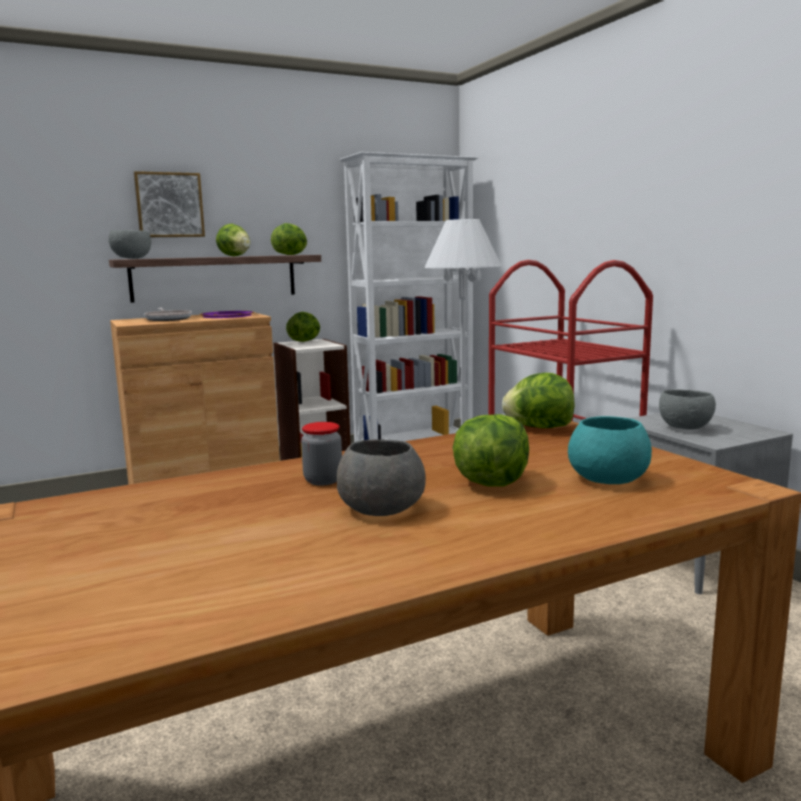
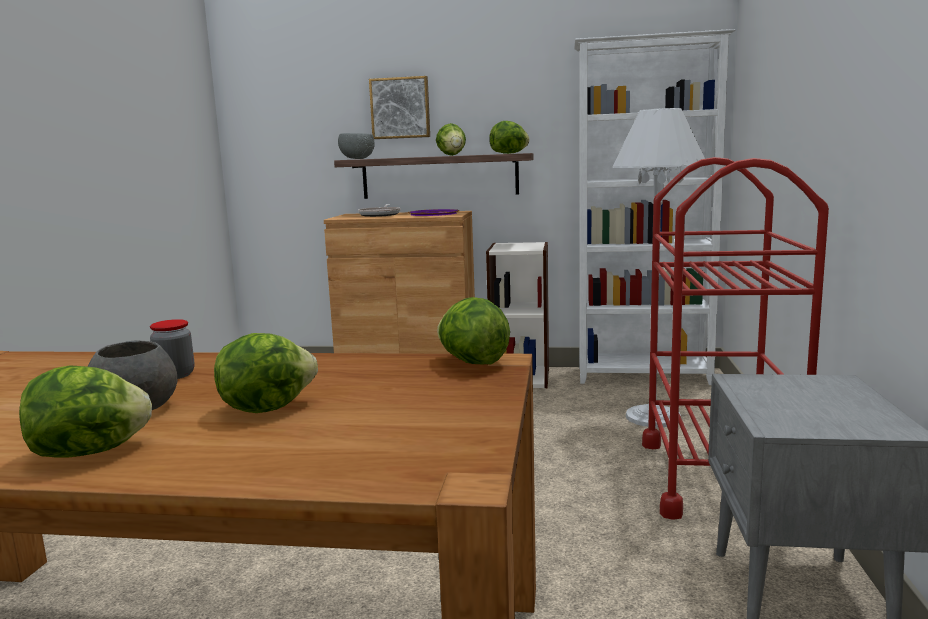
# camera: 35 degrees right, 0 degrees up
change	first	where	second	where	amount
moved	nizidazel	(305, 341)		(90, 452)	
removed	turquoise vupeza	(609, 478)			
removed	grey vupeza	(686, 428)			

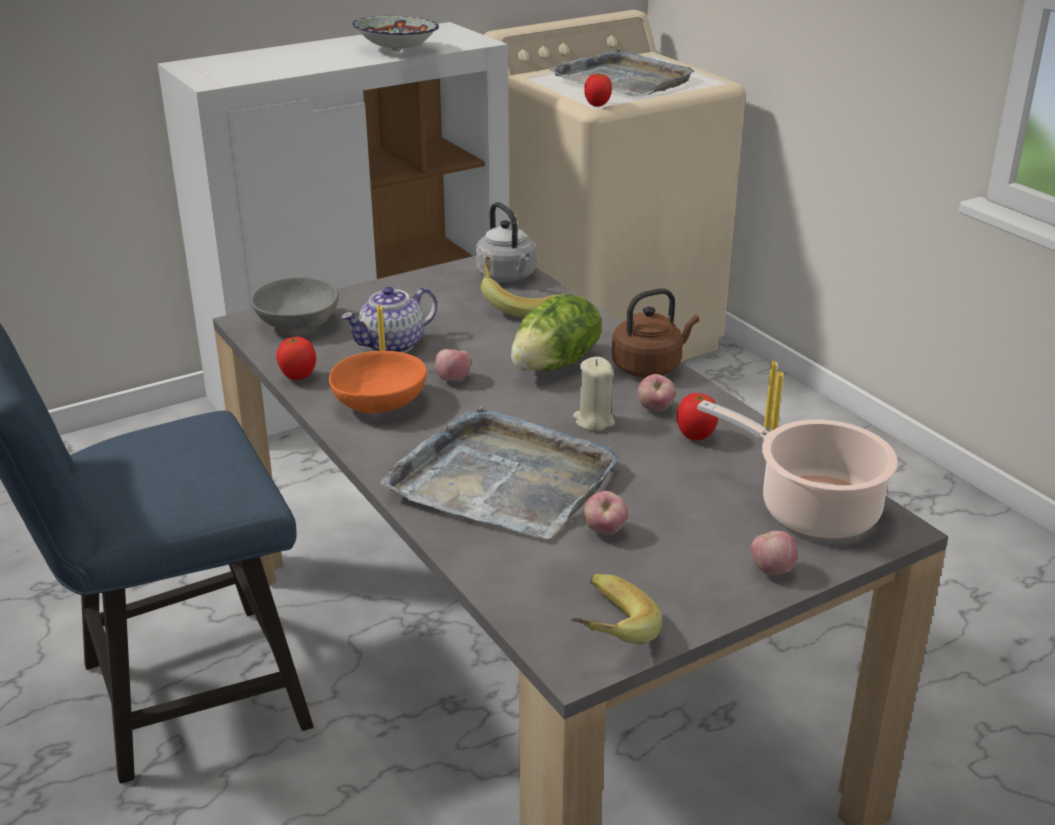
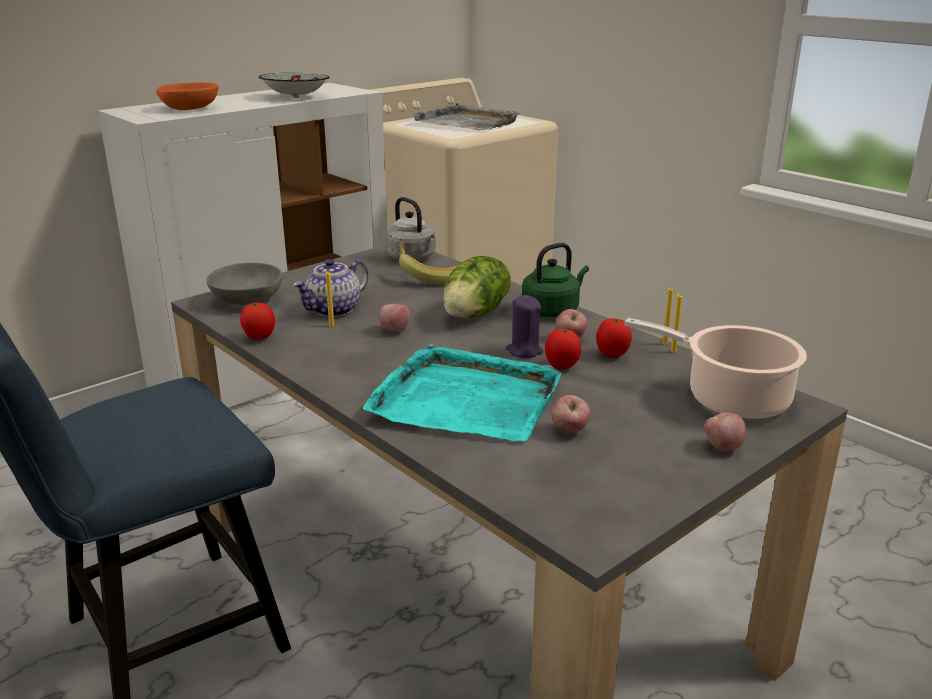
# camera: 10 degrees left, 5 degrees down
change	first	where	second	where	amount
moved	orange vupeza	(379, 402)		(189, 108)	
recoloured	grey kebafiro	(503, 480)	turquoise kebafiro	(466, 400)	
recoloured	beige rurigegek	(594, 421)	purple rurigegek	(524, 351)	
recoloured	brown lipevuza	(650, 367)	green lipevuza	(552, 310)	
moved	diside	(597, 105)		(561, 367)	
removed	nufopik	(602, 633)			

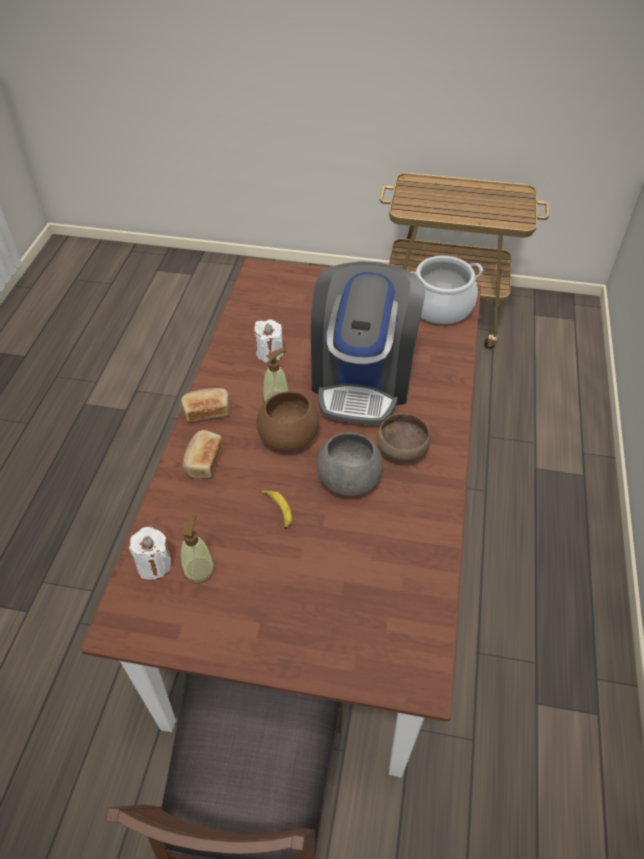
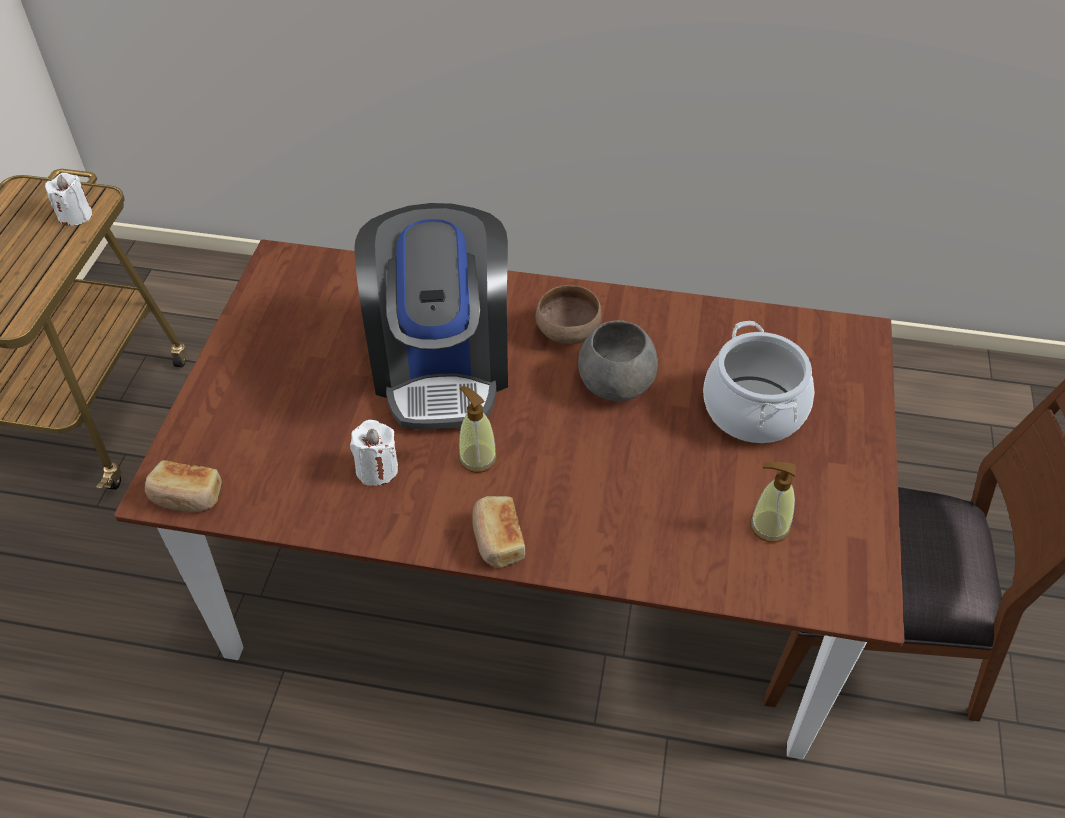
# camera: 90 degrees left, 0 degrees up
change	first	where	second	where	amount
moved	white rurigegek	(154, 564)		(75, 215)	
moved	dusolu	(203, 461)		(187, 497)	
turned	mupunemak	(362, 379)		(441, 365)	75 degrees clockwise
moved	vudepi	(440, 307)		(753, 410)	
removed	brown vupeza	(289, 436)			
removed	nufopik	(277, 510)			

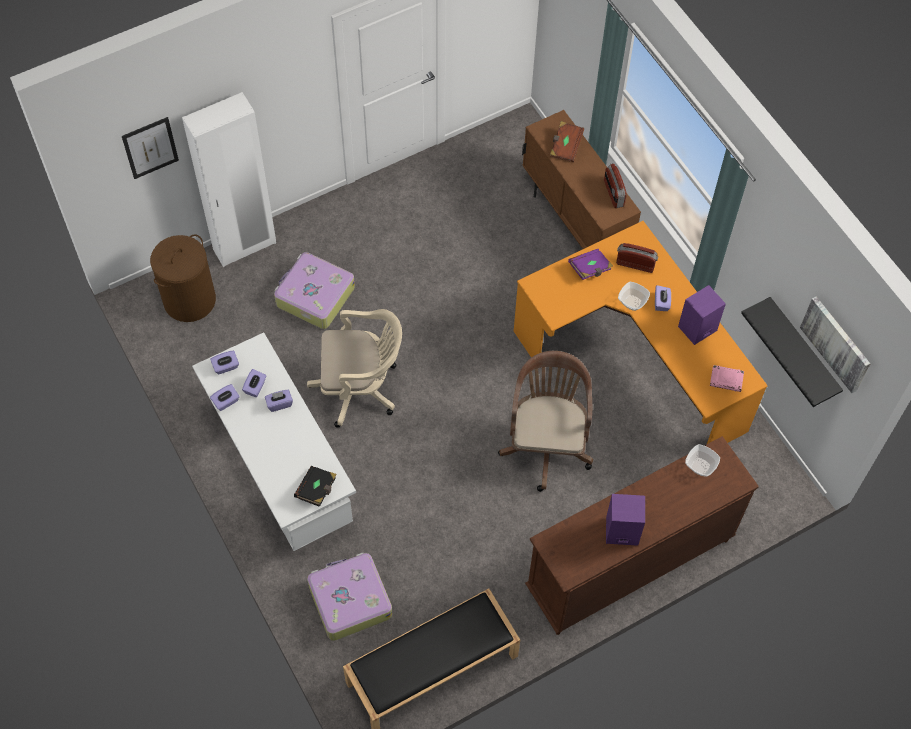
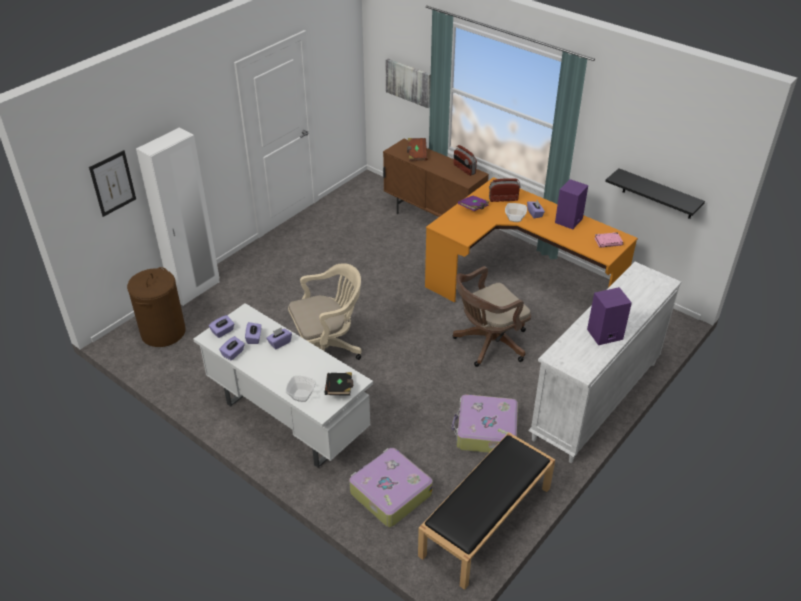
# camera: 20 degrees left, 20 degrees down
change	first	where	second	where	amount
moved	vupeza	(700, 466)		(302, 395)	
moved	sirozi	(836, 343)		(409, 82)	
moved	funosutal	(314, 296)		(485, 431)	
turned	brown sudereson	(546, 443)		(487, 344)	105 degrees counterclockwise
recoloured	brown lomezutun	(628, 565)	white lomezutun	(595, 401)	

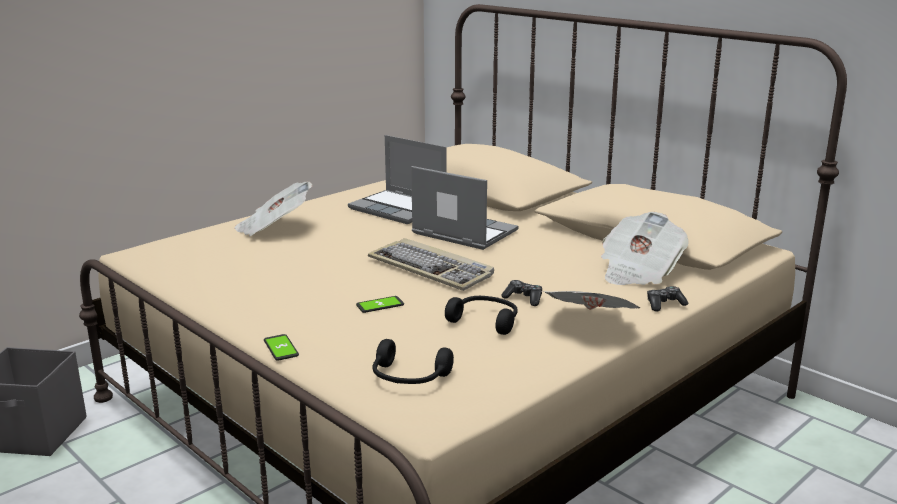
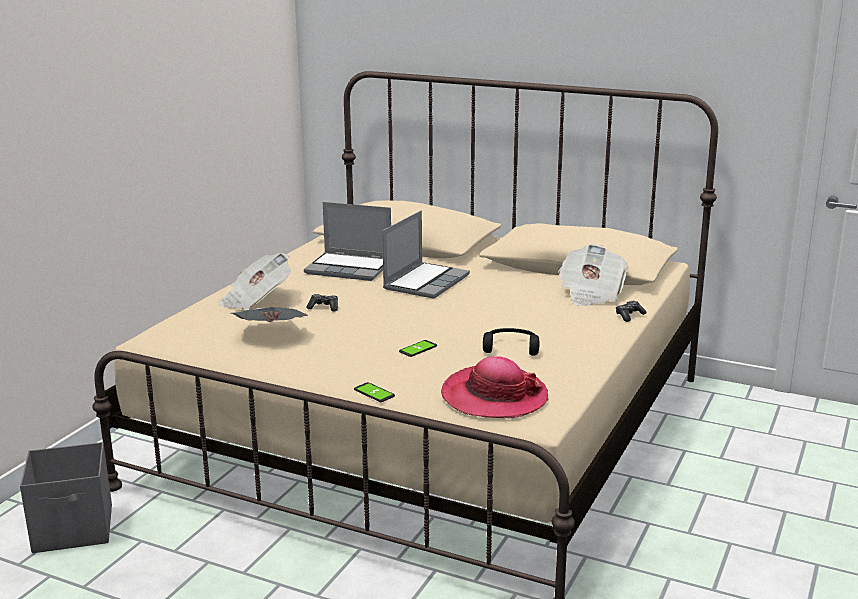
# camera: 20 degrees left, 0 degrees up
change	first	where	second	where	amount
moved	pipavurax	(590, 324)		(271, 334)	
moved	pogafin	(524, 298)		(324, 307)	
turned	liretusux	(462, 233)		(426, 282)	105 degrees clockwise
replaced	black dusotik	(408, 378)	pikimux	(494, 397)	
removed	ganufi	(432, 268)			

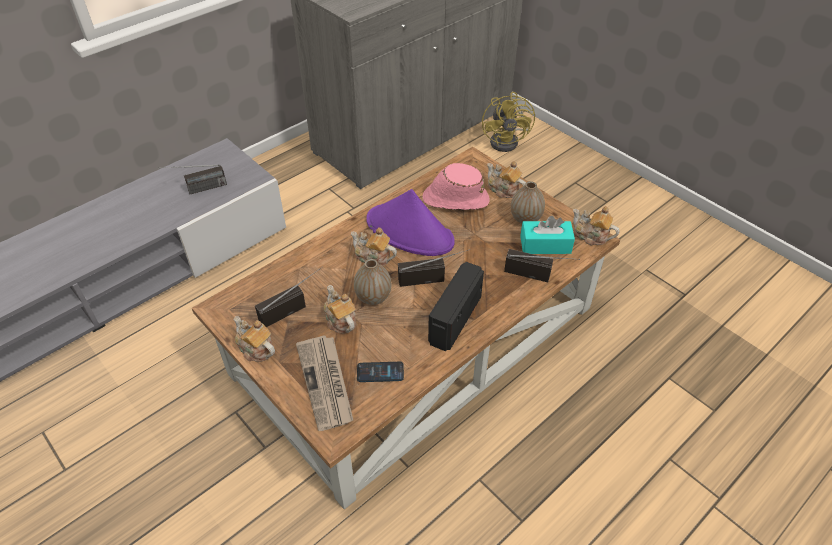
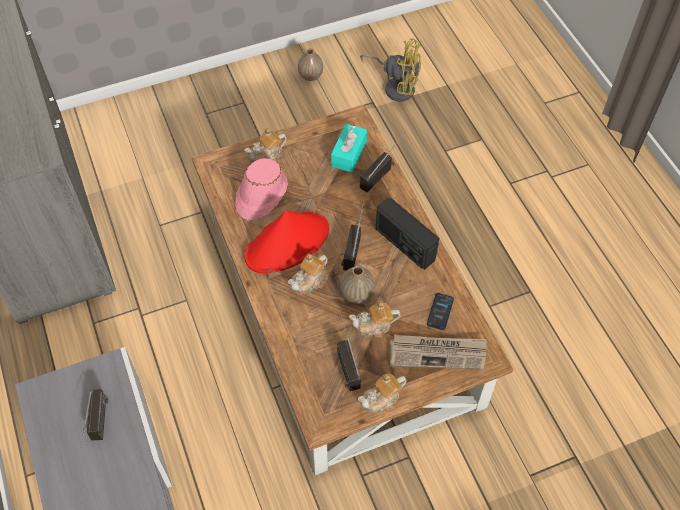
# camera: 70 degrees left, 10 degrees up
change	first	where	second	where	amount
recoloured	purple pikimux	(410, 231)	red pikimux	(287, 243)	
moved	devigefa	(525, 219)		(310, 76)	
moved	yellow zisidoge	(508, 141)		(396, 86)	
removed	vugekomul	(591, 236)			

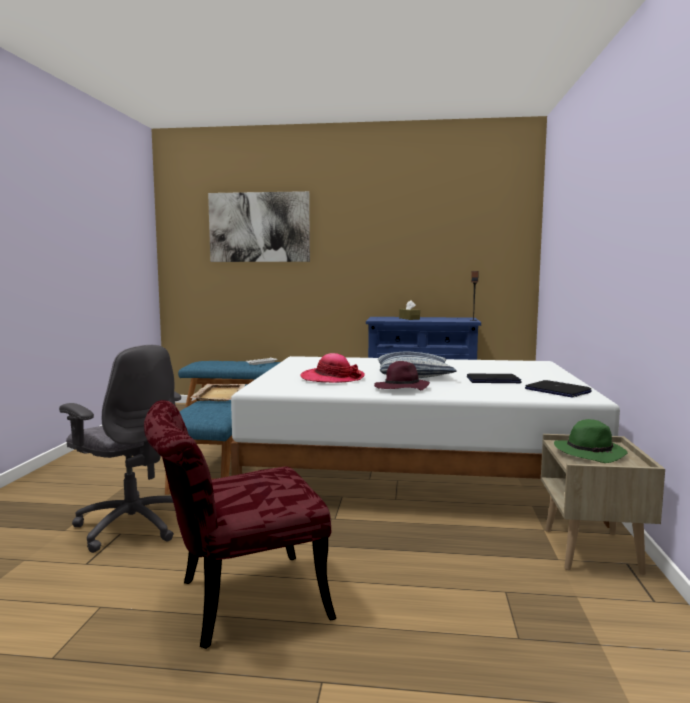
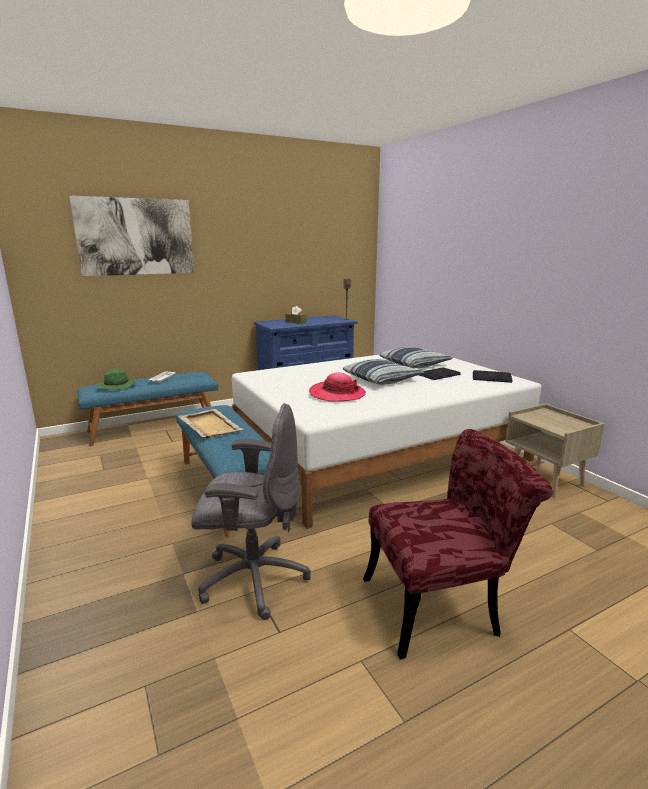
# camera: 35 degrees left, 10 degrees up
change	first	where	second	where	amount
moved	green pikimux	(590, 453)		(117, 386)	
turned	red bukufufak	(236, 603)		(442, 604)	135 degrees counterclockwise
added			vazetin	(414, 364)	
removed	purple pikimux	(401, 389)			

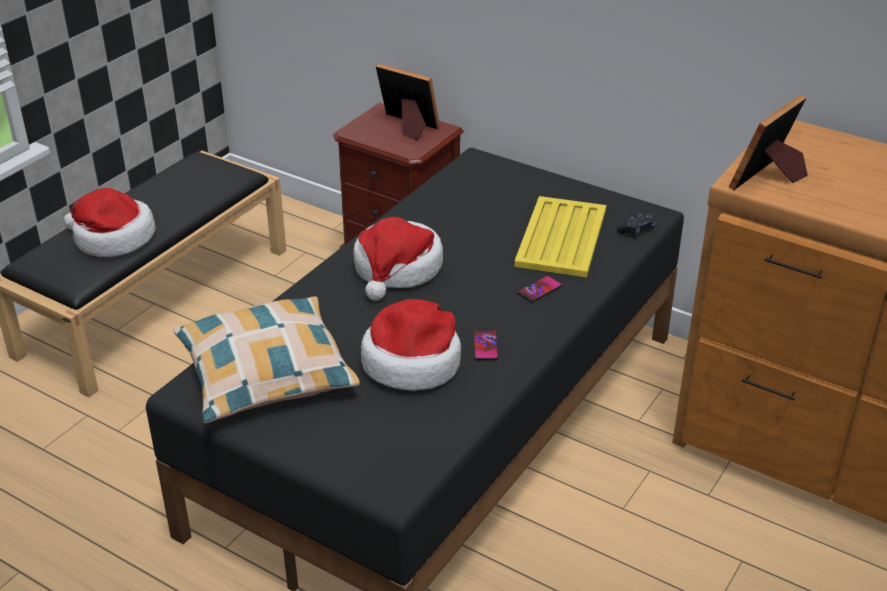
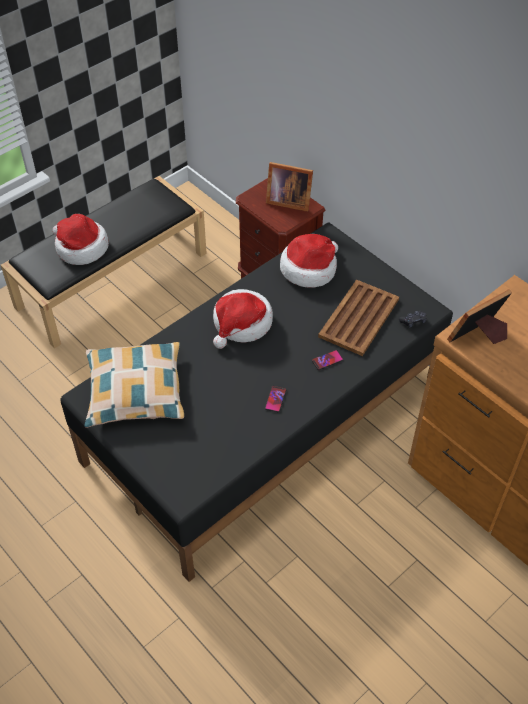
# camera: 15 degrees right, 15 degrees up
change	first	where	second	where	amount
turned	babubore	(408, 127)		(287, 200)	150 degrees clockwise
moved	pikimux	(413, 362)		(309, 268)	
recoloured	yellow kebafiro	(561, 238)	brown kebafiro	(358, 318)	

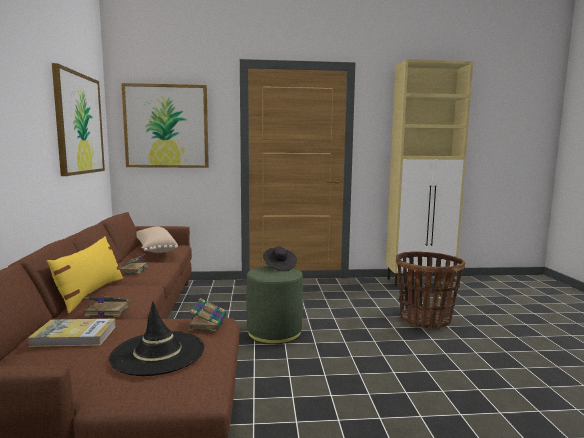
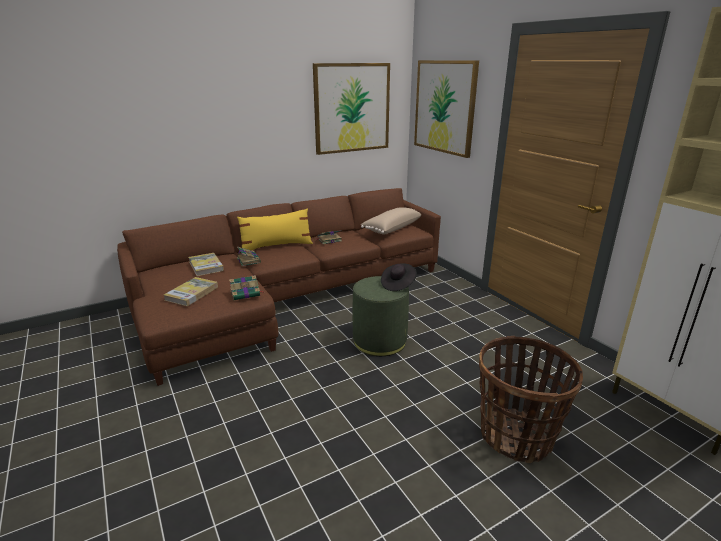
# camera: 65 degrees right, 15 degrees up
change	first	where	second	where	amount
replaced	black pikimux	(158, 353)	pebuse	(192, 293)	

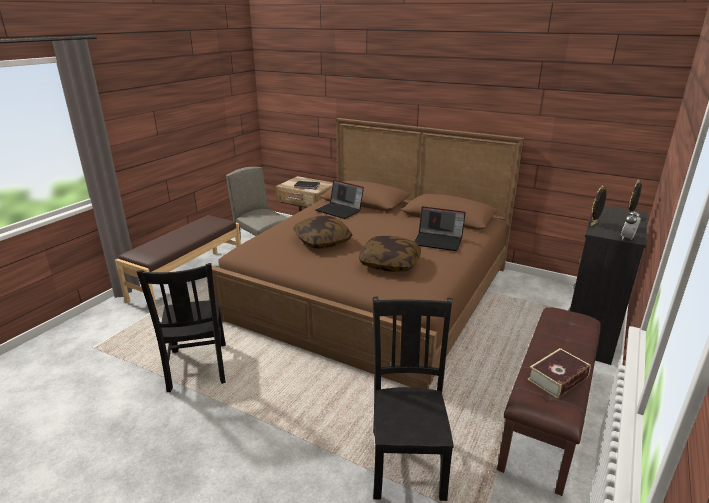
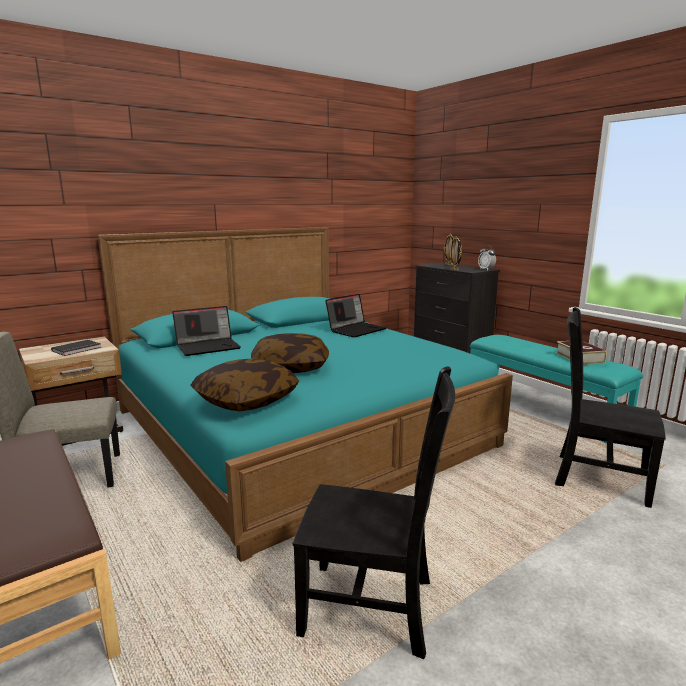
# camera: 65 degrees left, 10 degrees down
change	first	where	second	where	amount
recoloured	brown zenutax	(373, 292)	turquoise zenutax	(298, 427)	
moved	vazetin	(390, 263)		(246, 400)	
recoloured	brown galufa	(548, 415)	turquoise galufa	(543, 409)	

